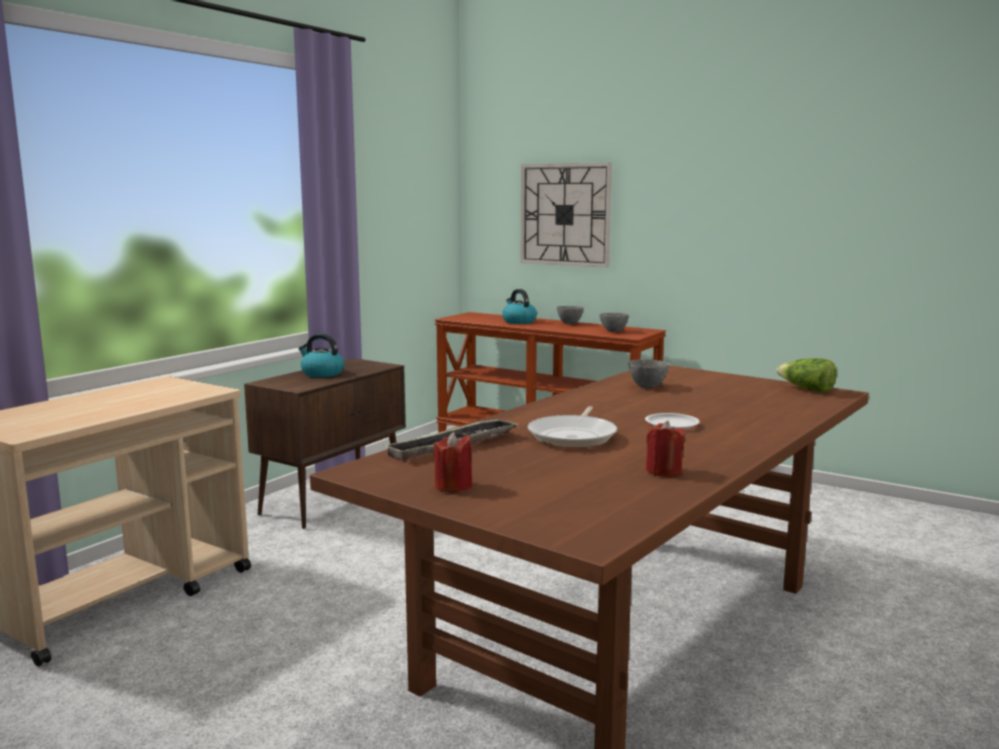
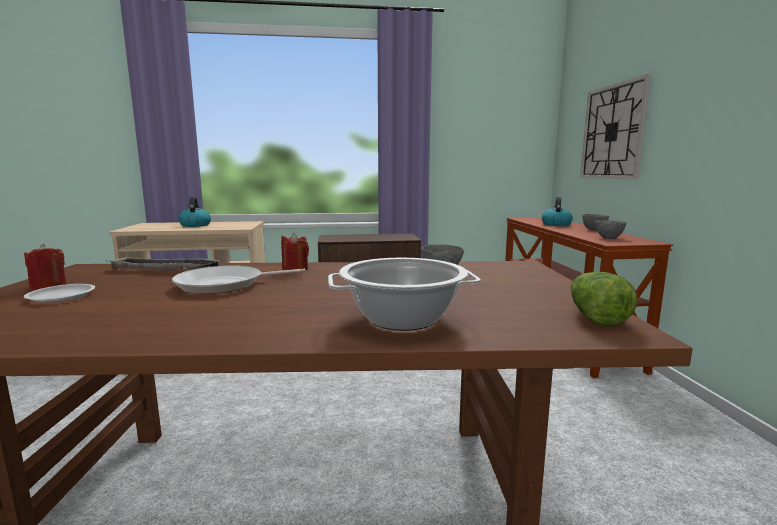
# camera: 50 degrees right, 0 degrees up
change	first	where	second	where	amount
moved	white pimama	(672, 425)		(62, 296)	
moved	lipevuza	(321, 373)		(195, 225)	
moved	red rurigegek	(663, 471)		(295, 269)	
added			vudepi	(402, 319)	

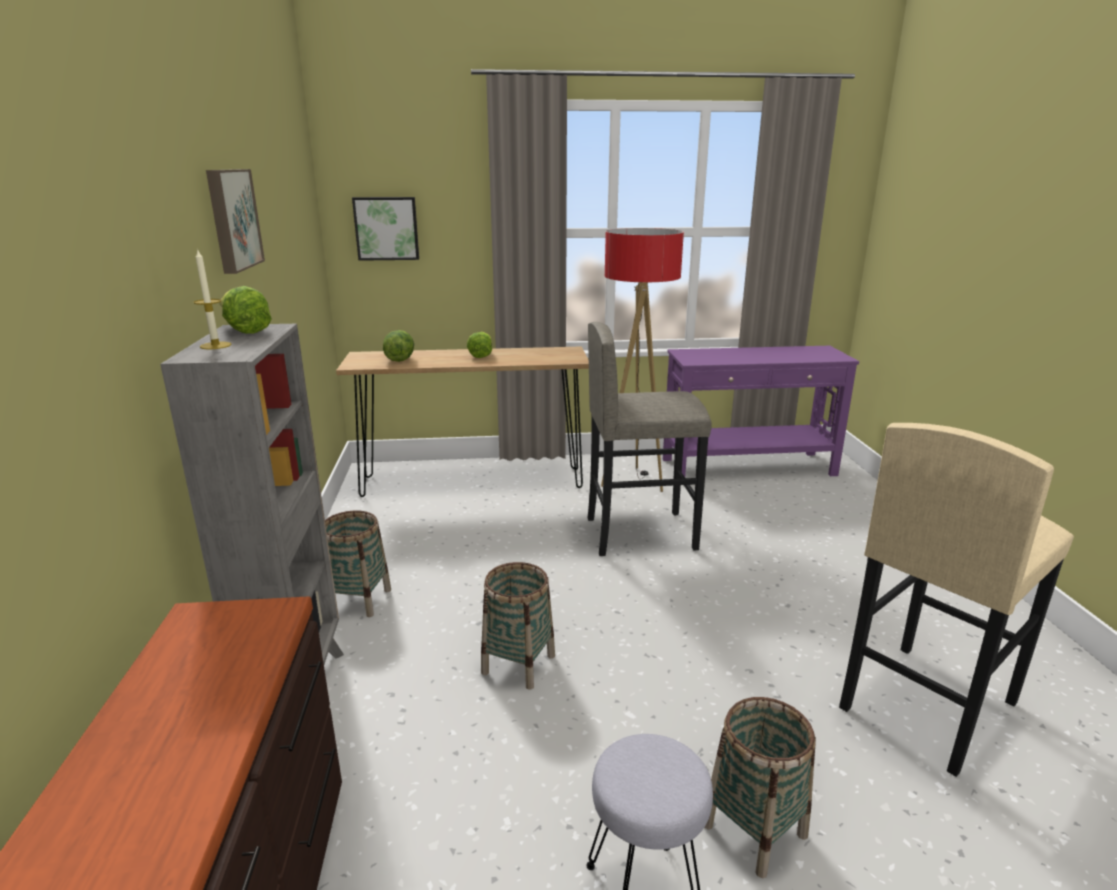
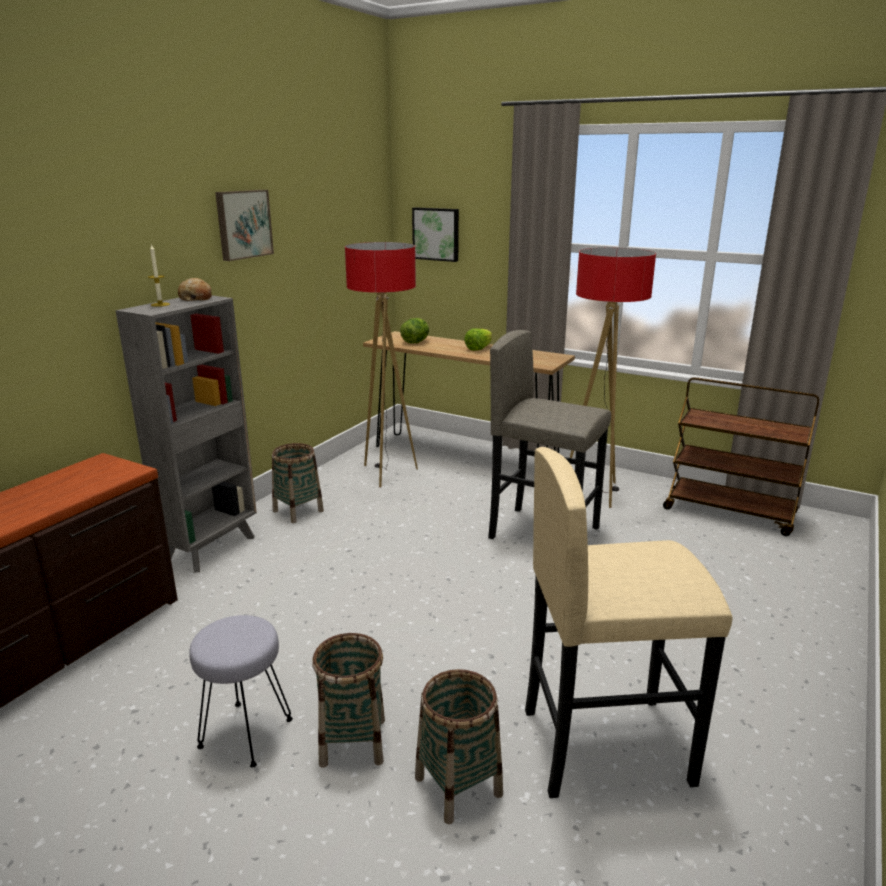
# camera: 35 degrees right, 0 degrees up
change	first	where	second	where	amount
replaced	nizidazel	(244, 330)	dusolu	(196, 298)	
added			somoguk	(387, 473)	
moved	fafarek	(518, 664)		(458, 786)	
replaced	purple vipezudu	(749, 467)	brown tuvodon	(730, 512)	

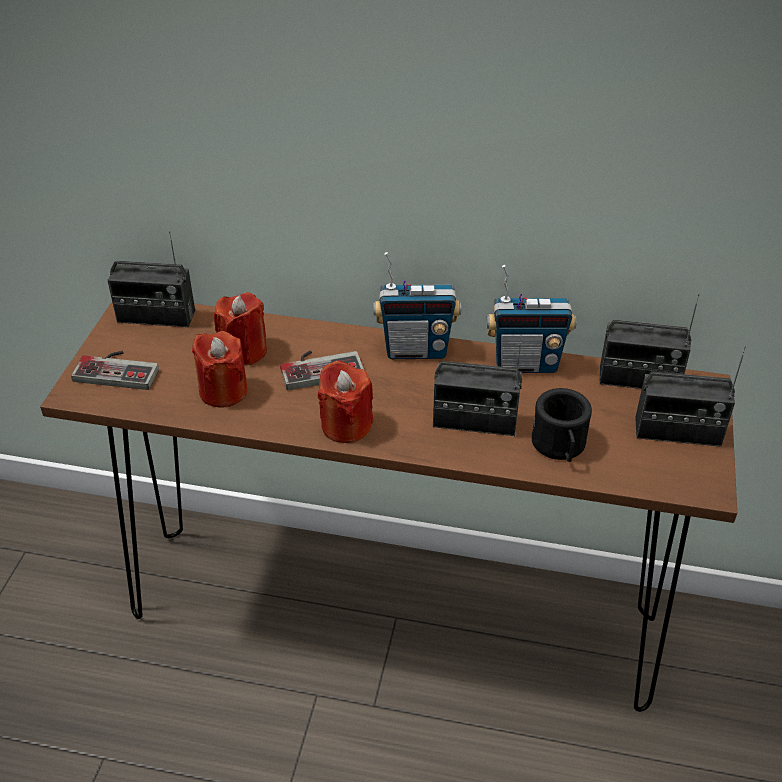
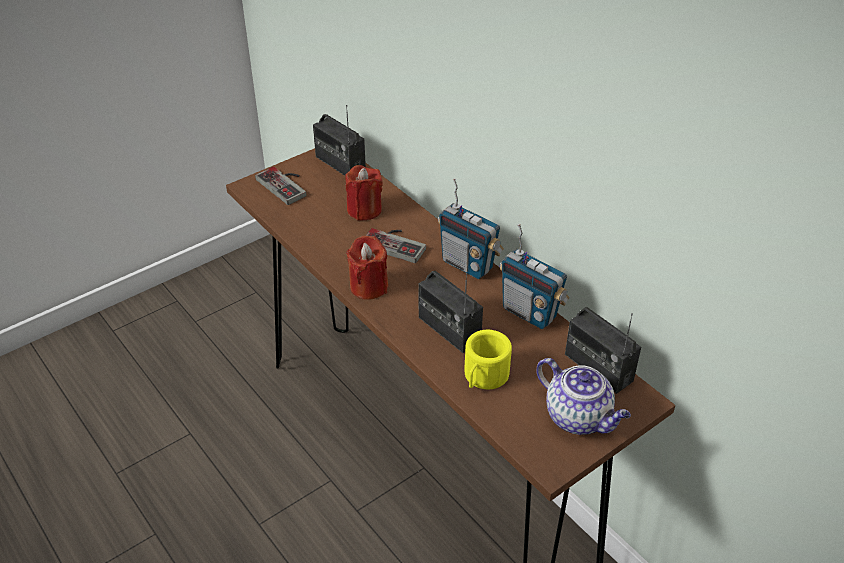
# camera: 40 degrees right, 0 degrees up
change	first	where	second	where	amount
recoloured	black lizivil	(560, 446)	yellow lizivil	(483, 377)	
replaced	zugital	(677, 432)	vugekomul	(579, 417)	
removed	red rurigegek	(223, 391)			

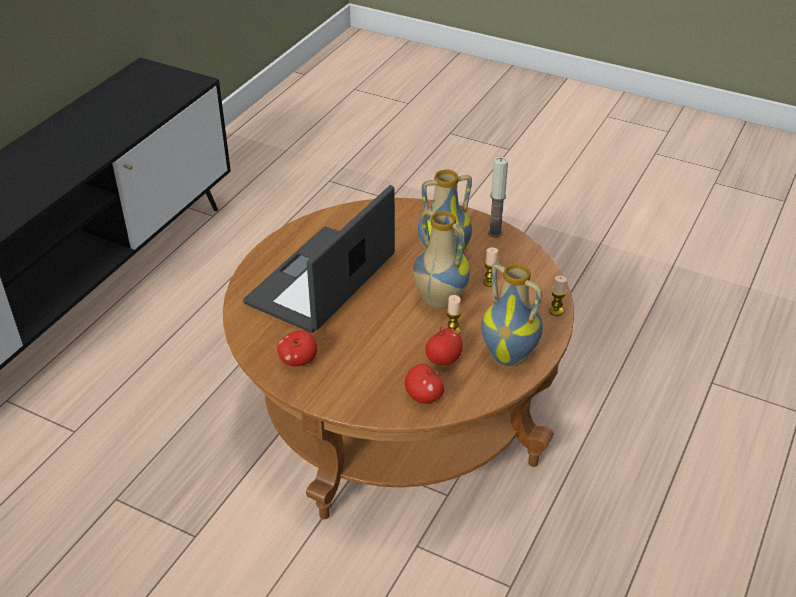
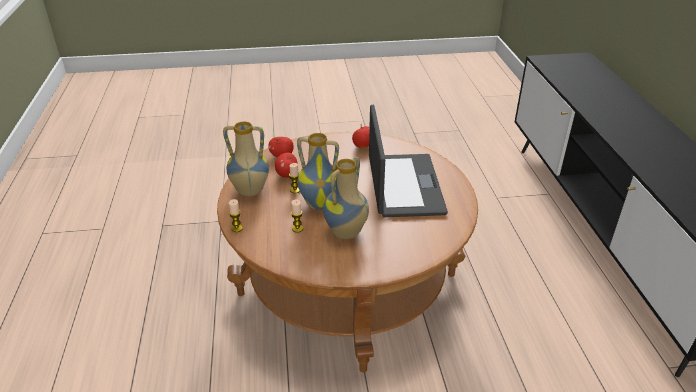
# camera: 145 degrees right, 5 degrees down
change	first	where	second	where	amount
removed	rurigegek	(495, 233)			

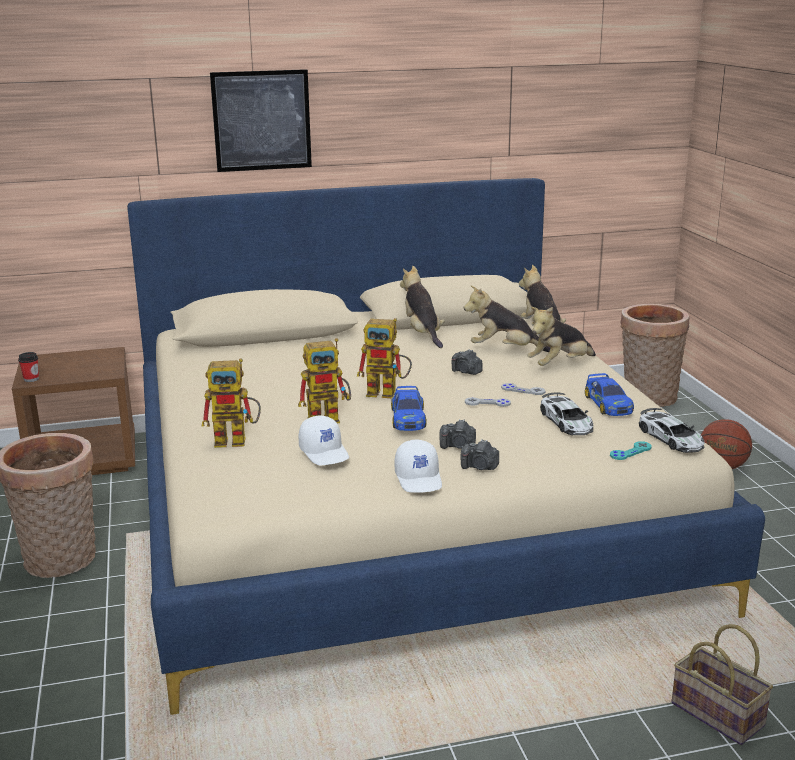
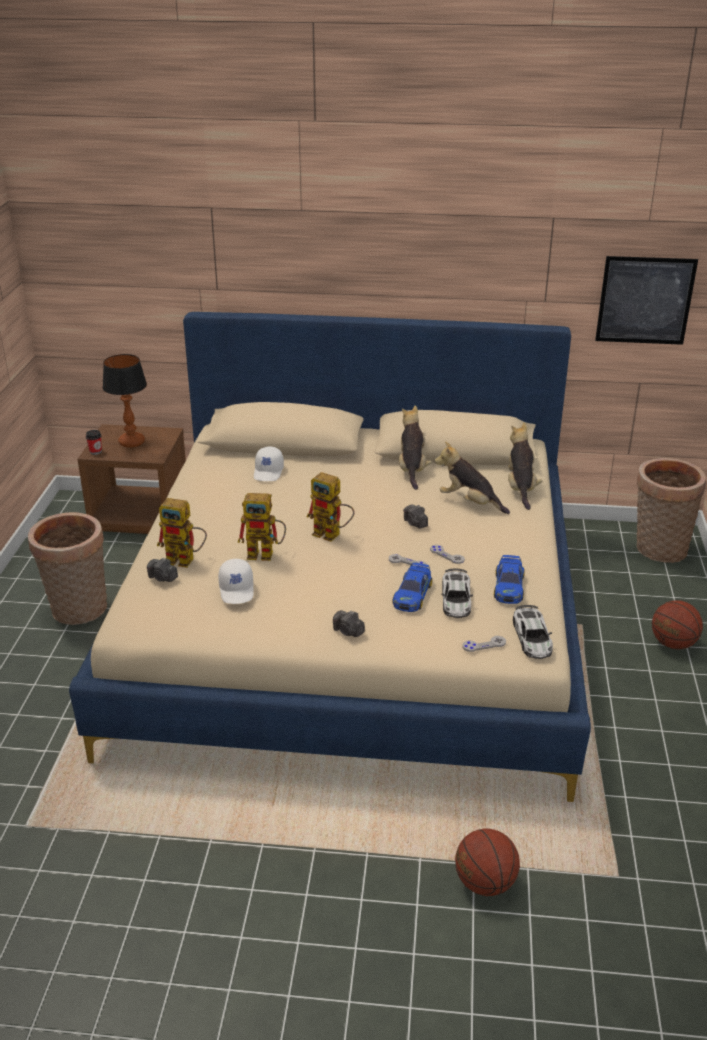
# camera: 20 degrees right, 10 degrees up
change	first	where	second	where	amount
added			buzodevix	(132, 442)	
moved	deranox	(458, 446)		(162, 578)	
moved	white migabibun	(419, 479)		(269, 472)	
moved	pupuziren	(408, 418)		(412, 594)	
replaced	fafarek	(720, 714)	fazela	(485, 883)	
recoloured	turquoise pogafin	(630, 452)	grey pogafin	(484, 645)	
moved	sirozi	(261, 120)		(645, 300)	
removed	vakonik	(559, 365)			

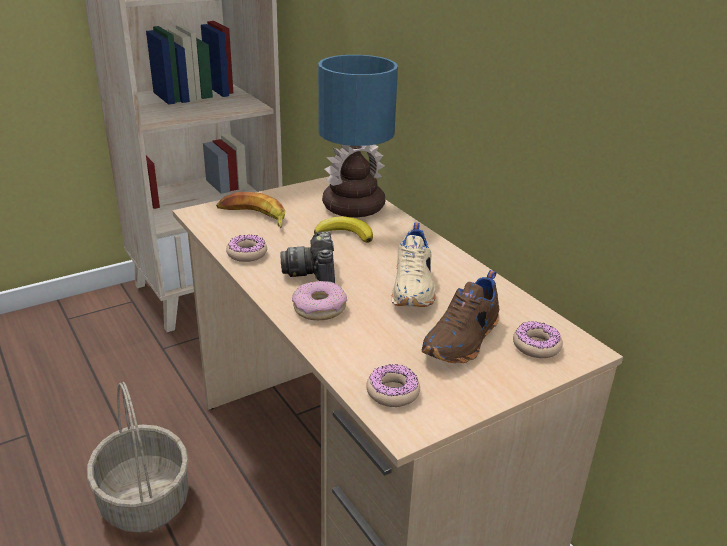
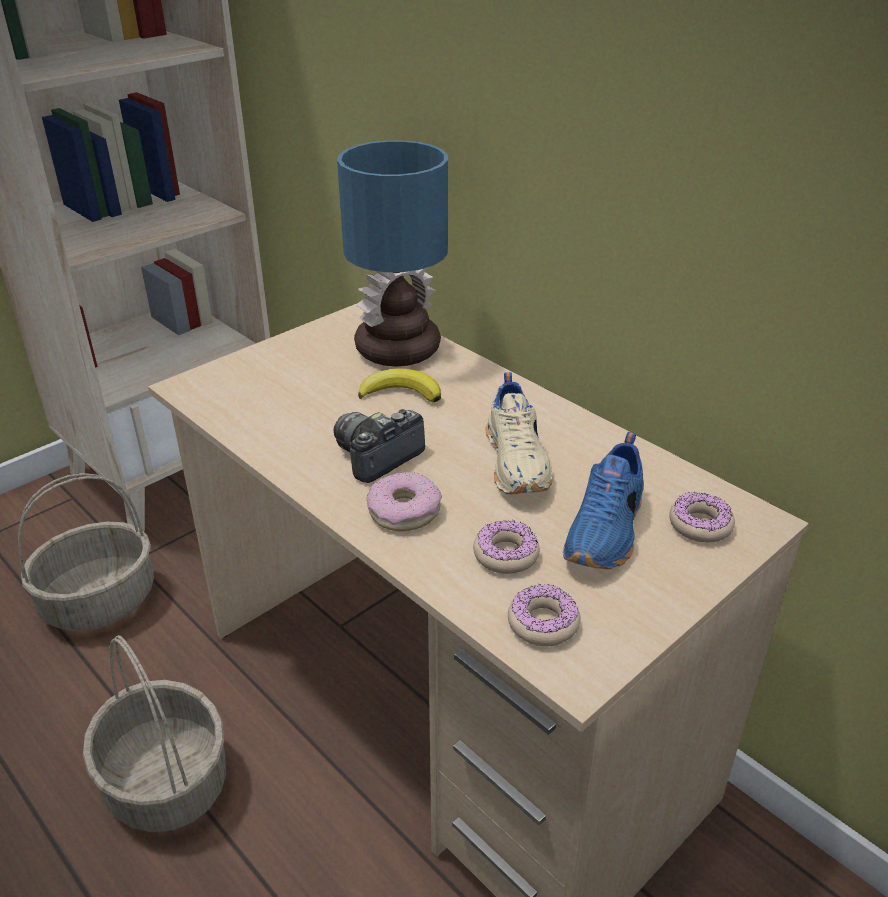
# camera: 10 degrees left, 5 degrees up
change	first	where	second	where	amount
added			fafarek	(100, 600)	
turned	deranox	(313, 272)		(377, 457)	60 degrees clockwise
moved	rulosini	(247, 253)		(506, 554)	
recoloured	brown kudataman	(463, 340)	blue kudataman	(607, 531)	
removed	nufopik	(253, 217)			

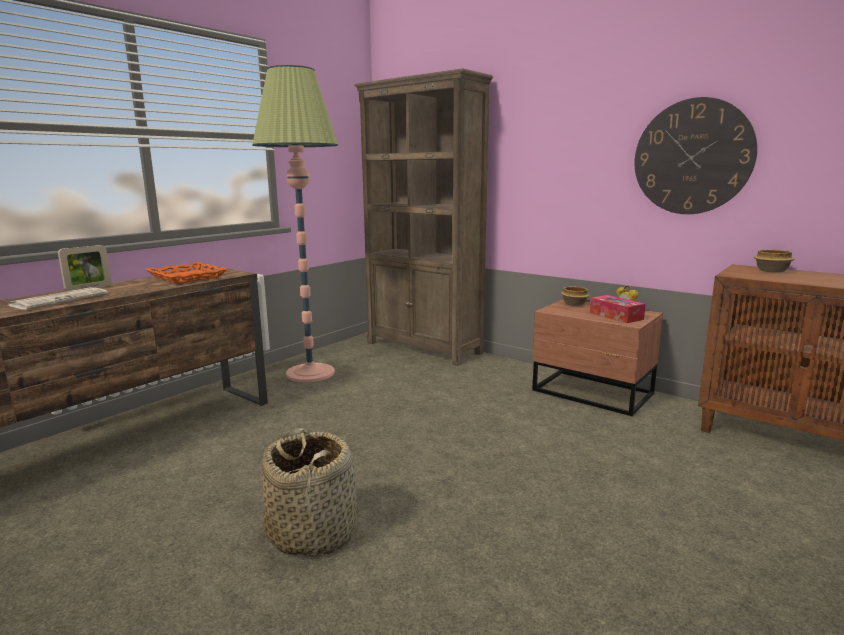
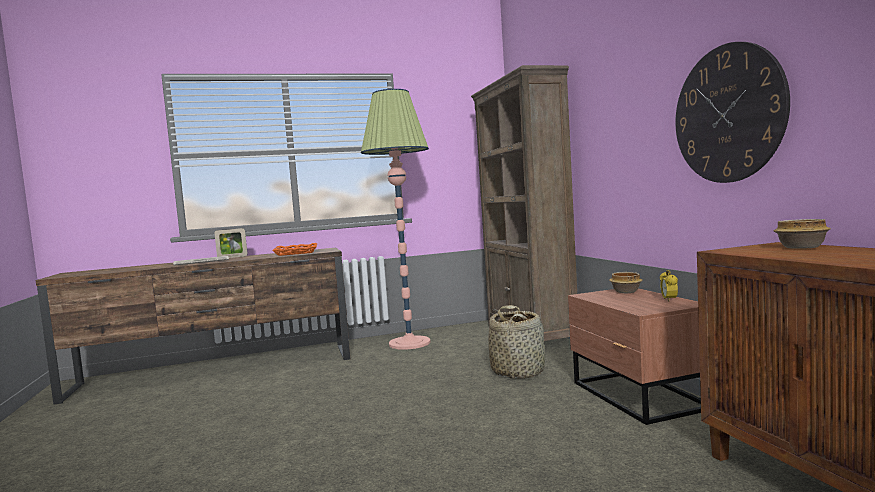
# camera: 35 degrees right, 10 degrees down
change	first	where	second	where	amount
moved	fafarek	(312, 532)		(518, 371)	
removed	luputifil	(616, 316)			

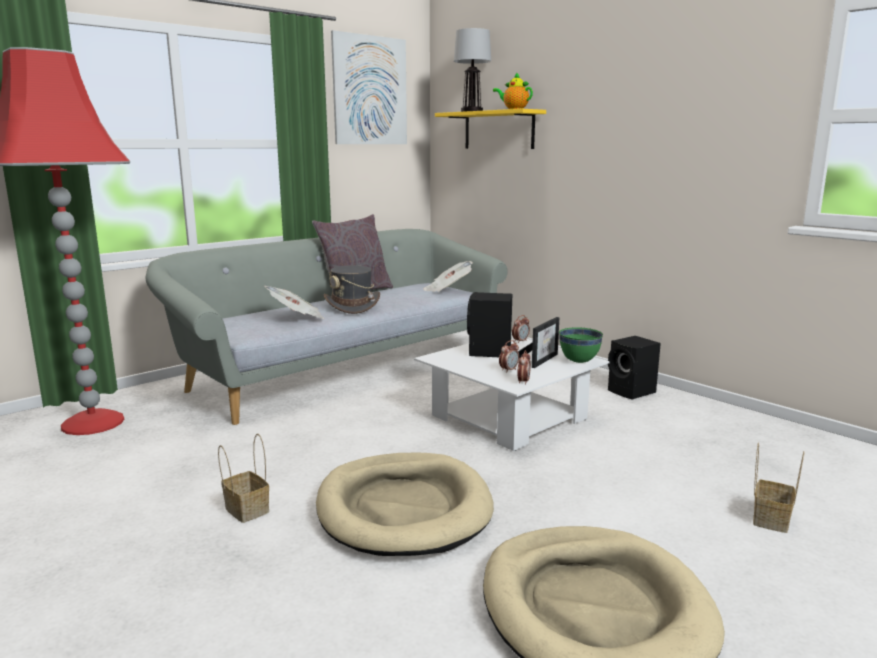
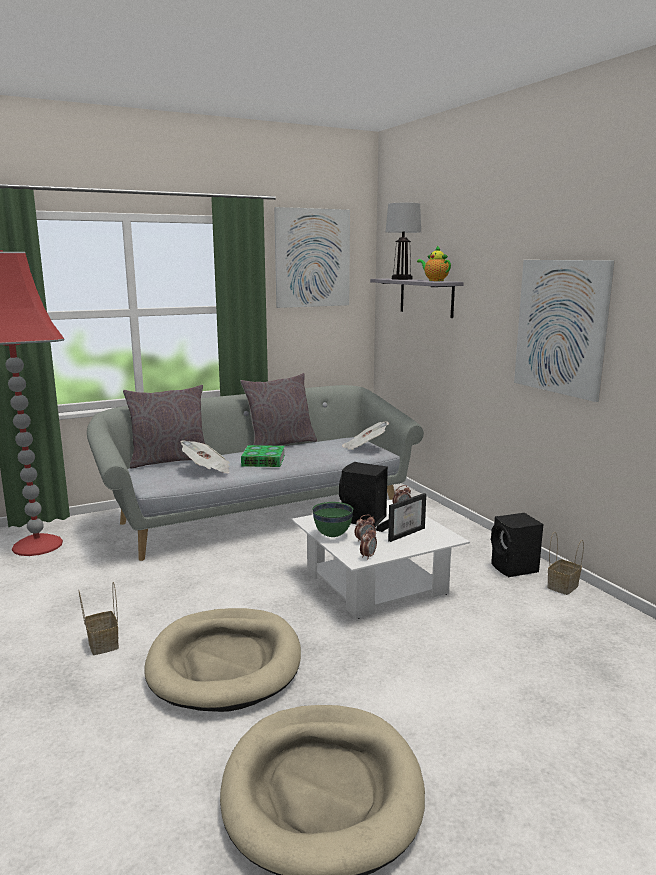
# camera: 15 degrees right, 0 degrees up
change	first	where	second	where	amount
added			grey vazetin	(169, 461)	
replaced	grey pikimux	(352, 306)	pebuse	(263, 460)	
moved	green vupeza	(579, 361)		(332, 535)	
recoloured	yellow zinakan	(498, 130)	grey zinakan	(426, 297)	
added			sirozi	(560, 327)	
moved	fafarek	(770, 518)		(562, 586)	

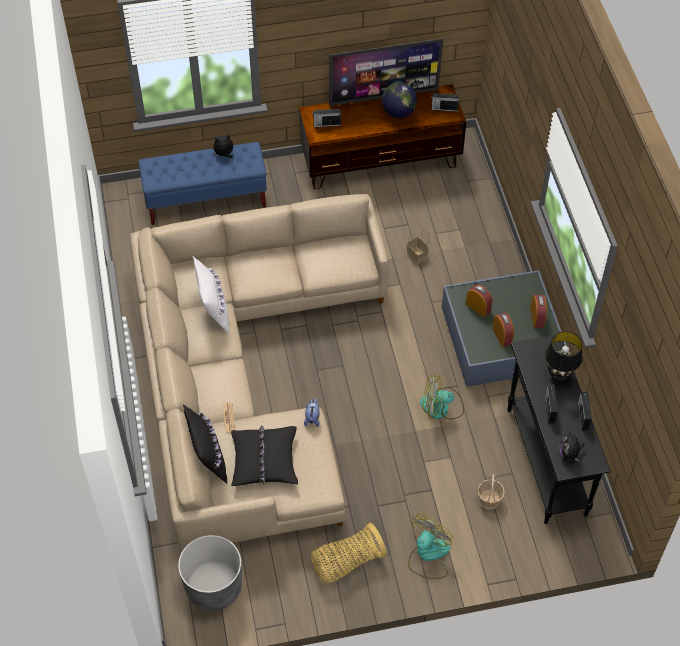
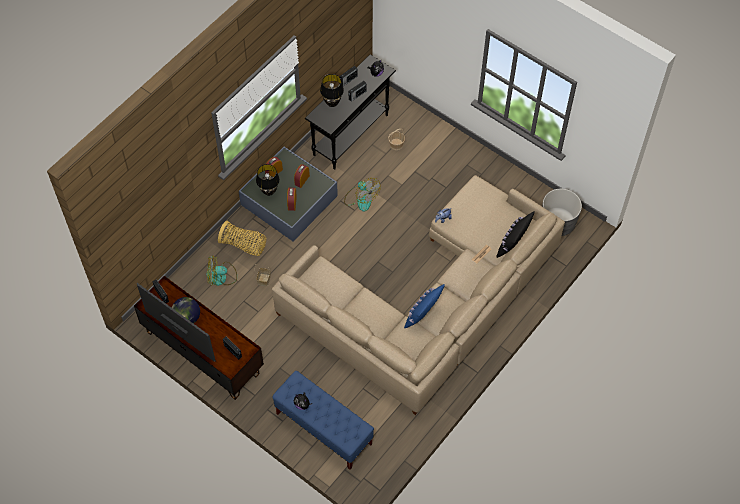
# camera: 130 degrees left, 5 degrees up
change	first	where	second	where	amount
moved	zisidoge	(428, 555)		(221, 277)	
moved	fafarek	(346, 562)		(244, 245)	
added			black buzodevix	(269, 191)	
recoloured	white vazetin	(213, 311)	blue vazetin	(423, 316)	
removed	black vazetin	(264, 460)			

